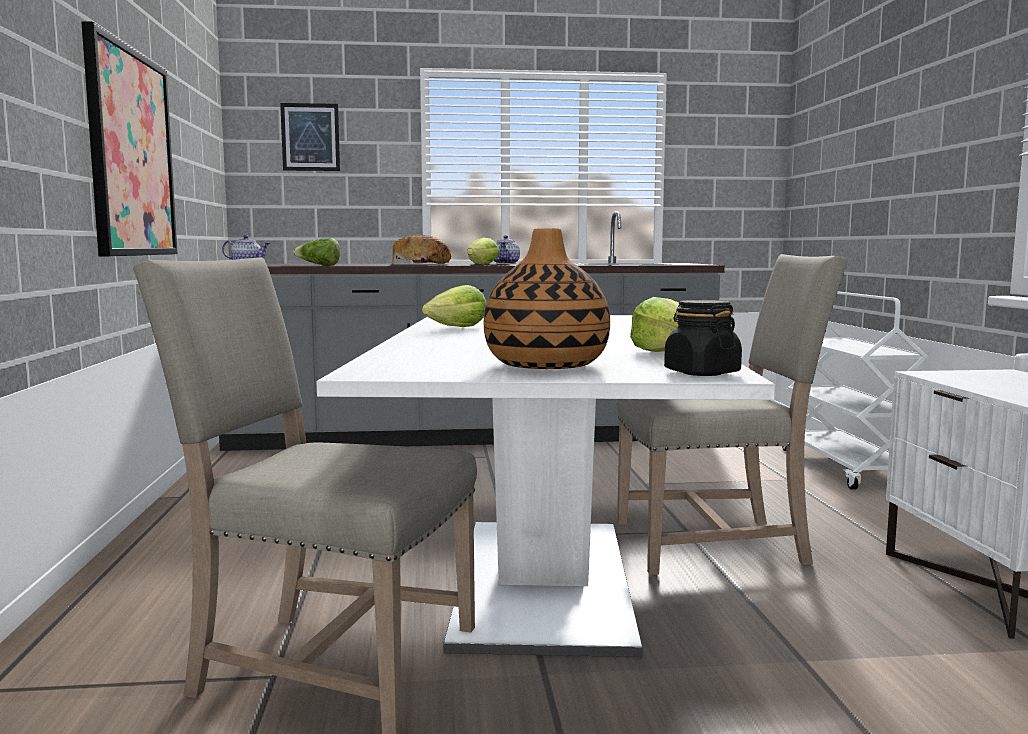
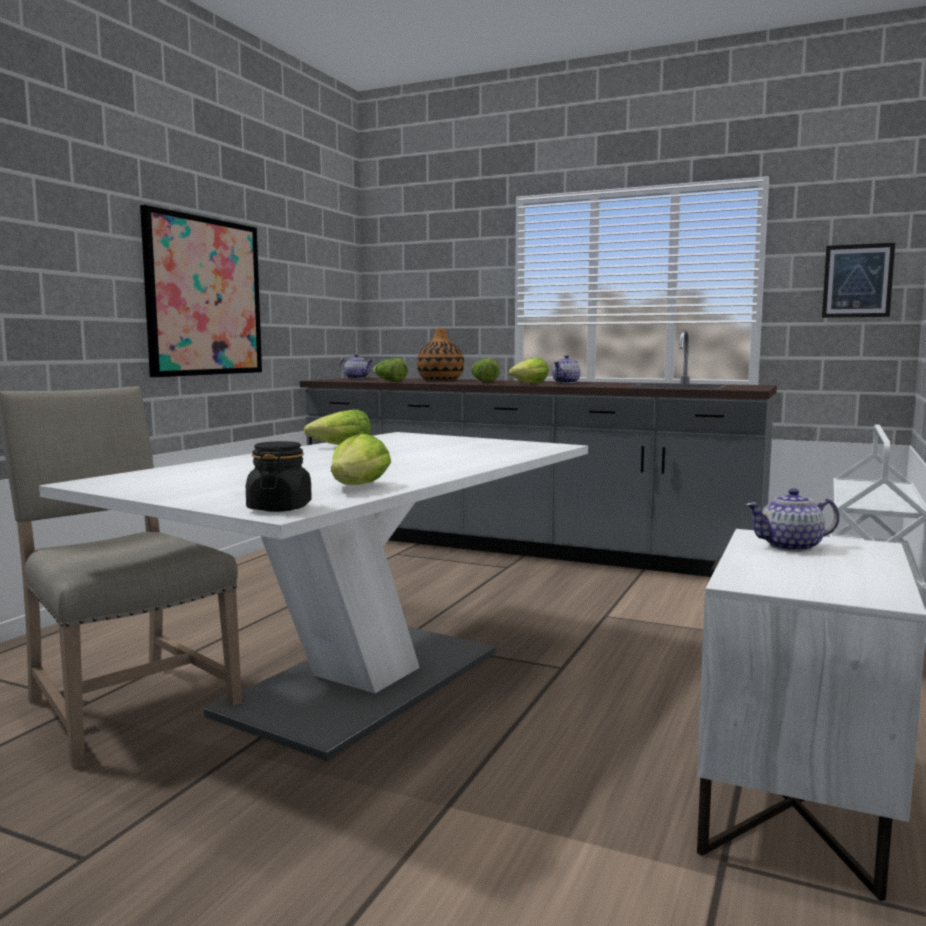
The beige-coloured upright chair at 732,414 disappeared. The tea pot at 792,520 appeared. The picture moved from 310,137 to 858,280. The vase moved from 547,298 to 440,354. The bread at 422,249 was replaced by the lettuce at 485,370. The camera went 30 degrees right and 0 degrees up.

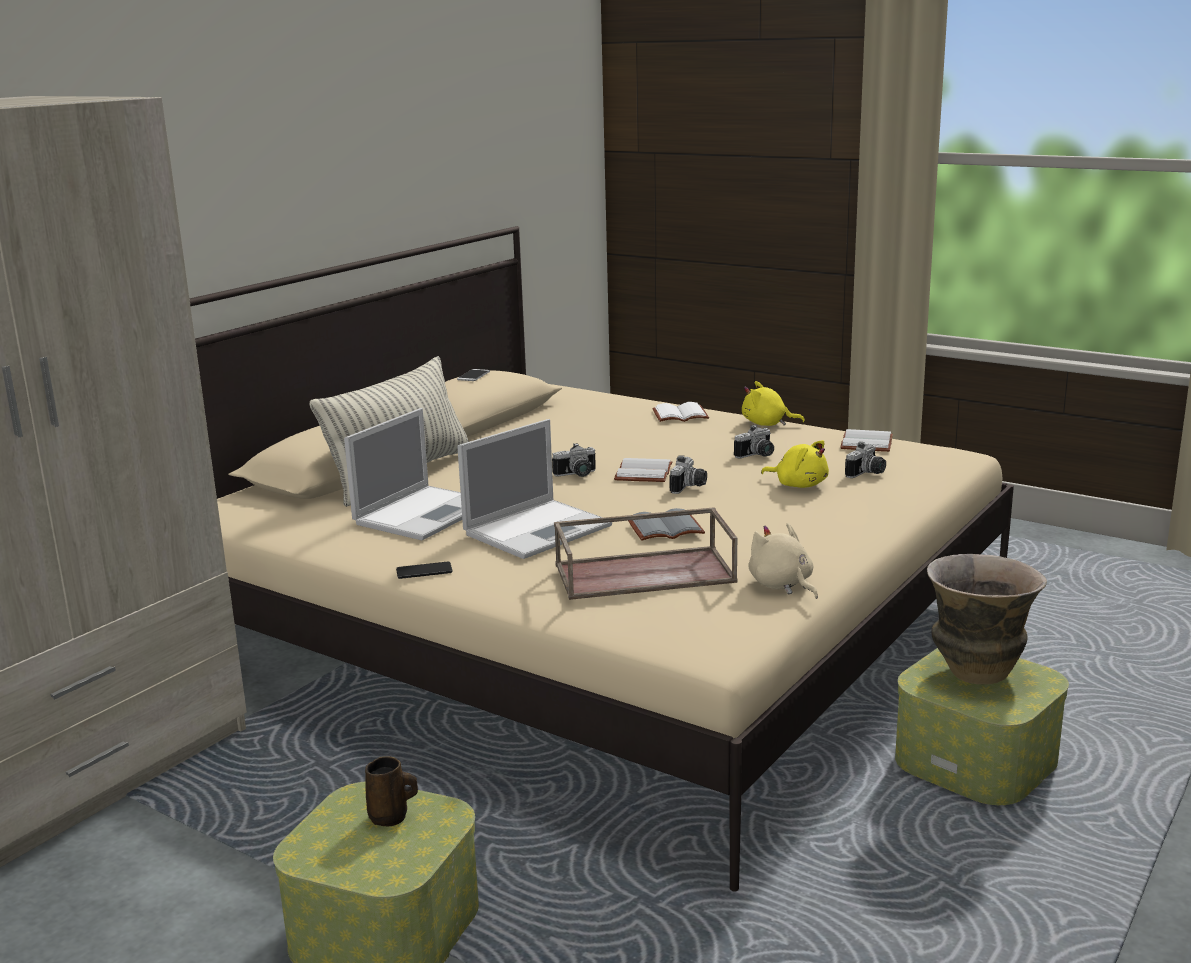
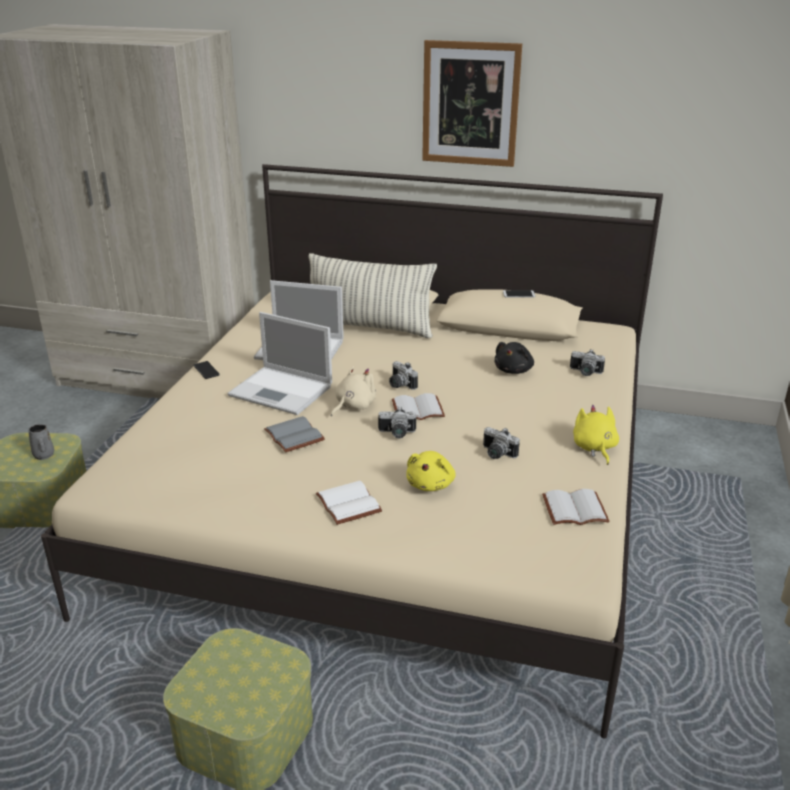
The brown carrying tray at 646,553 disappeared. The vase at 987,619 disappeared. The picture at 472,103 appeared. The black-coloured soft toy at 514,358 appeared. The whitish book moved from 680,412 to 349,503. The beige-coloured soft toy moved from 783,561 to 353,391. The photo camera moved from 865,460 to 587,362. The brown tea mug at 391,791 became the gray tea mug at 41,442. The camera went 70 degrees right and 10 degrees up.

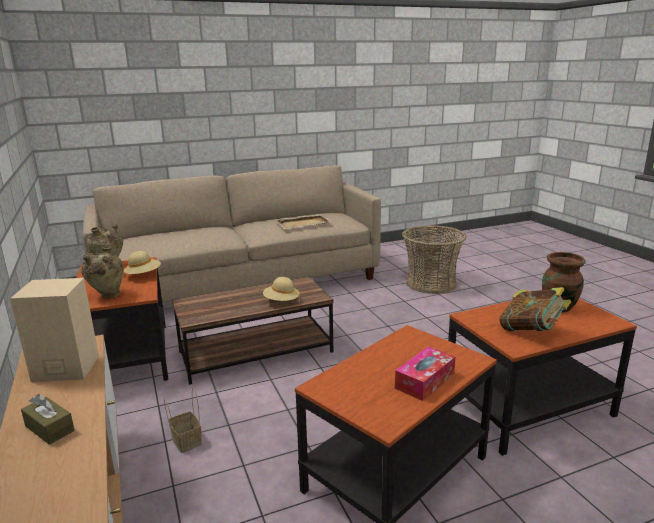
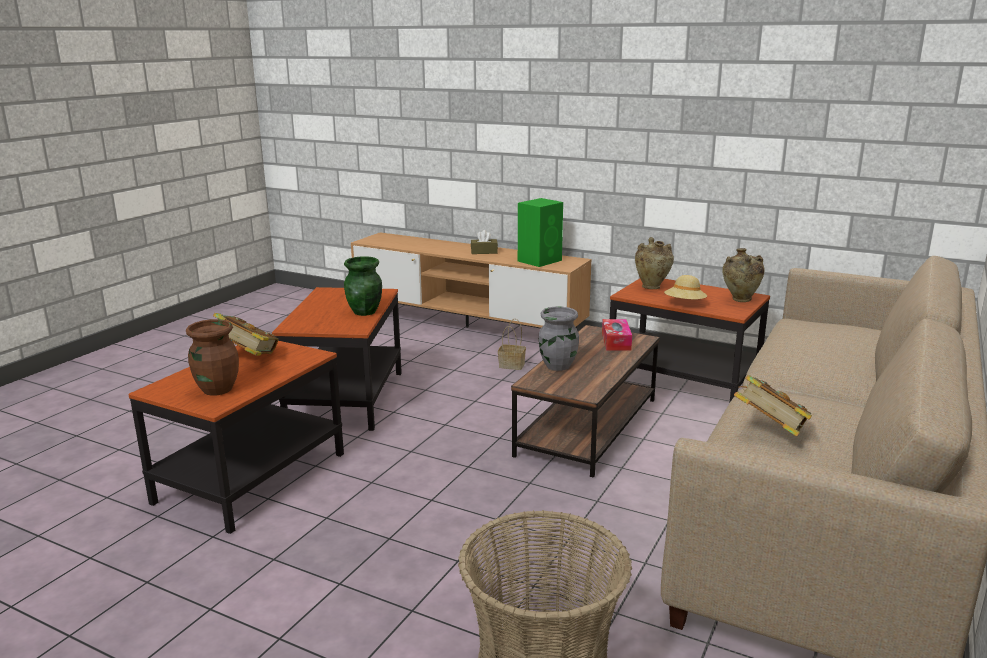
The green-coloured vase at 363,286 appeared. The box of tissues moved from 425,374 to 617,335. The beige-coloured hat at 281,290 was replaced by the gray vase at 559,339. The beige-coloured carrying tray at 303,221 was replaced by the book at 773,406. The beige-coloured loudspeaker at 54,330 became the green-coloured loudspeaker at 540,232. The camera went 140 degrees right and 0 degrees up.

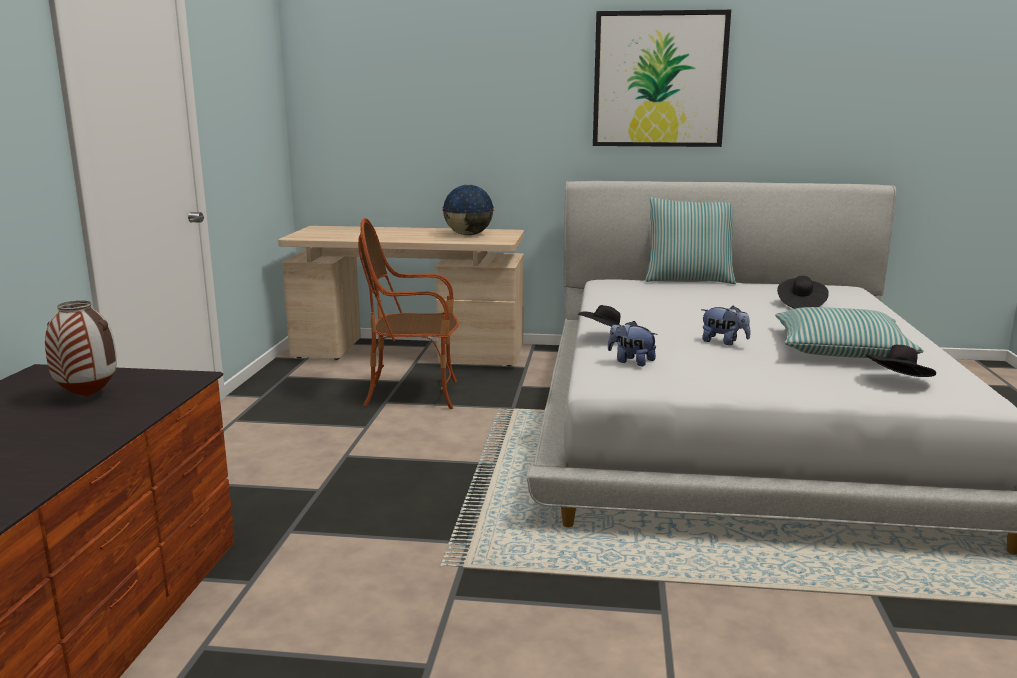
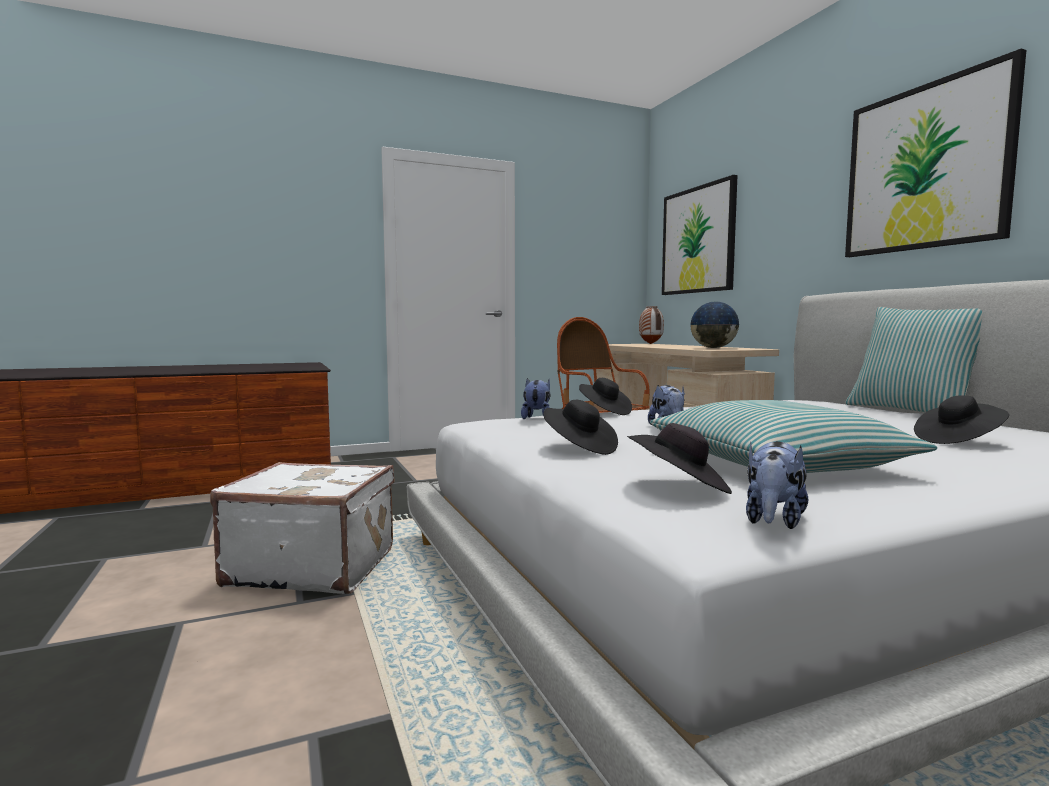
The whitish piece of luggage at 302,528 appeared. The black-coloured hat at 581,427 appeared. The picture at 700,235 appeared. The soft toy at 777,485 appeared. The vase moved from 81,349 to 651,325. The camera went 60 degrees right and 10 degrees down.

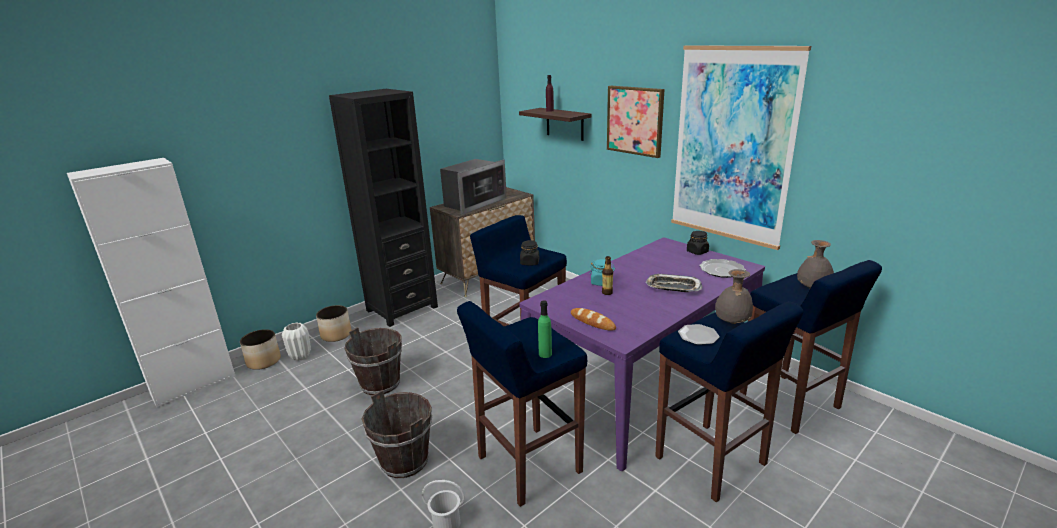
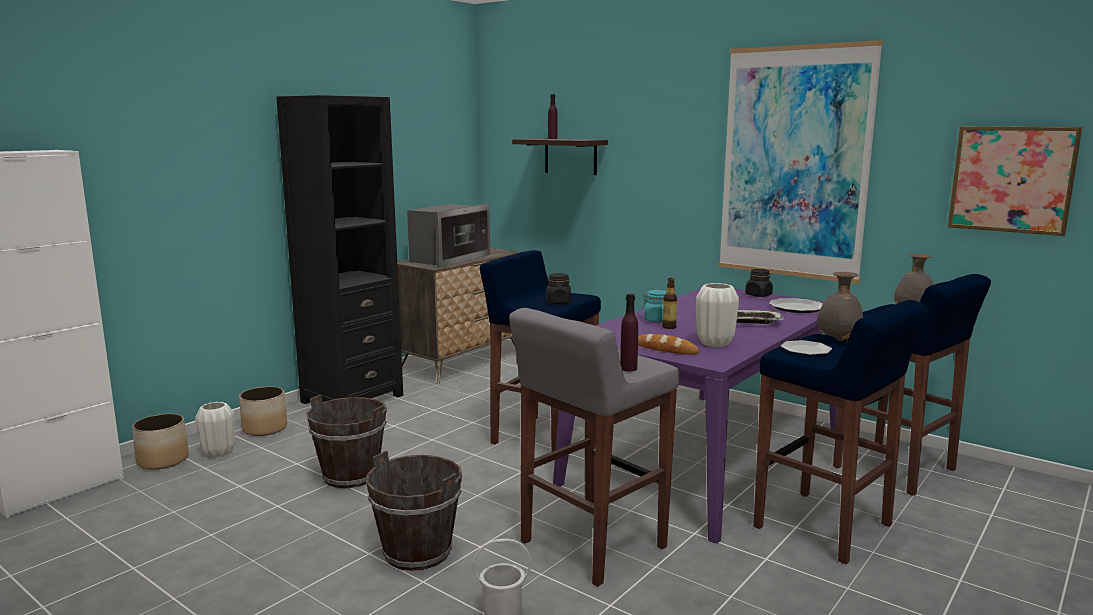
The whitish vase at 717,315 appeared. The picture moved from 635,122 to 1015,181. The blue stool seat at 522,404 became the gray stool seat at 594,447. The green-coloured bottle at 545,329 became the purple-coloured bottle at 629,333. The camera went 10 degrees left and 10 degrees down.

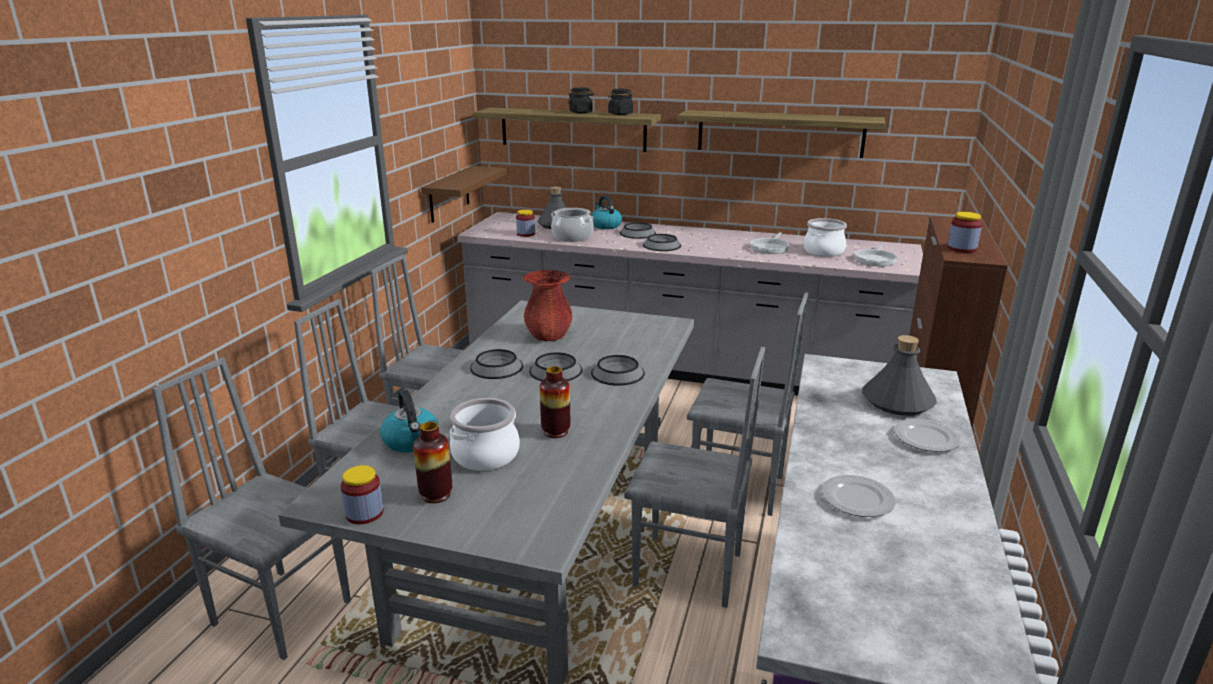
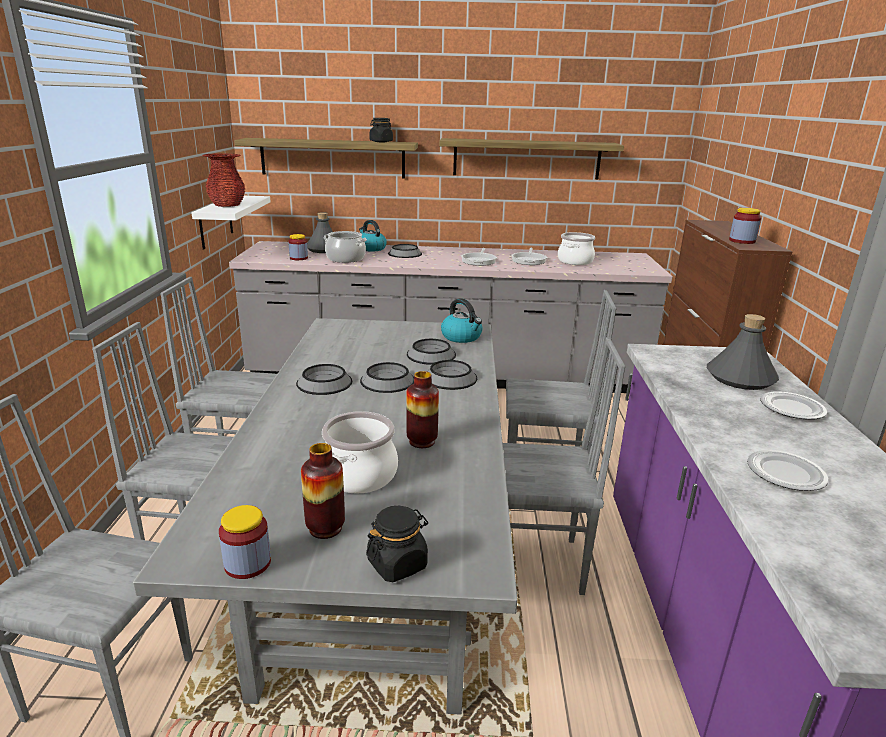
The tea kettle moved from 409,421 to 461,320. The reddish vase moved from 548,305 to 223,180. The black-coloured jar moved from 581,100 to 397,544. The serving bowl moved from 662,242 to 431,352. The frying pan moved from 876,254 to 479,257. The brown wall shelf at 464,194 became the whitish wall shelf at 231,222. The camera went 15 degrees left and 0 degrees up.

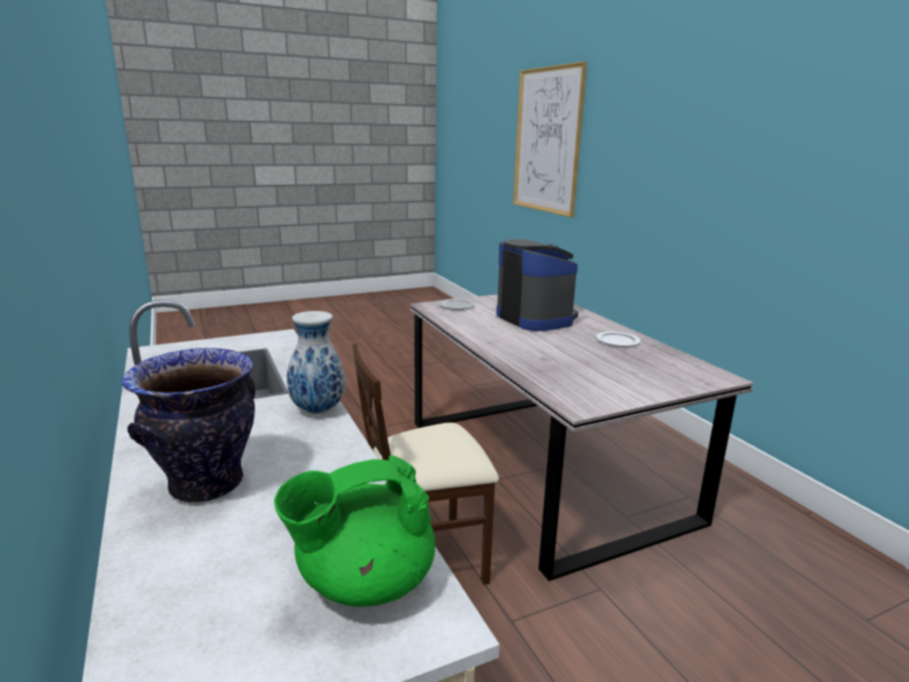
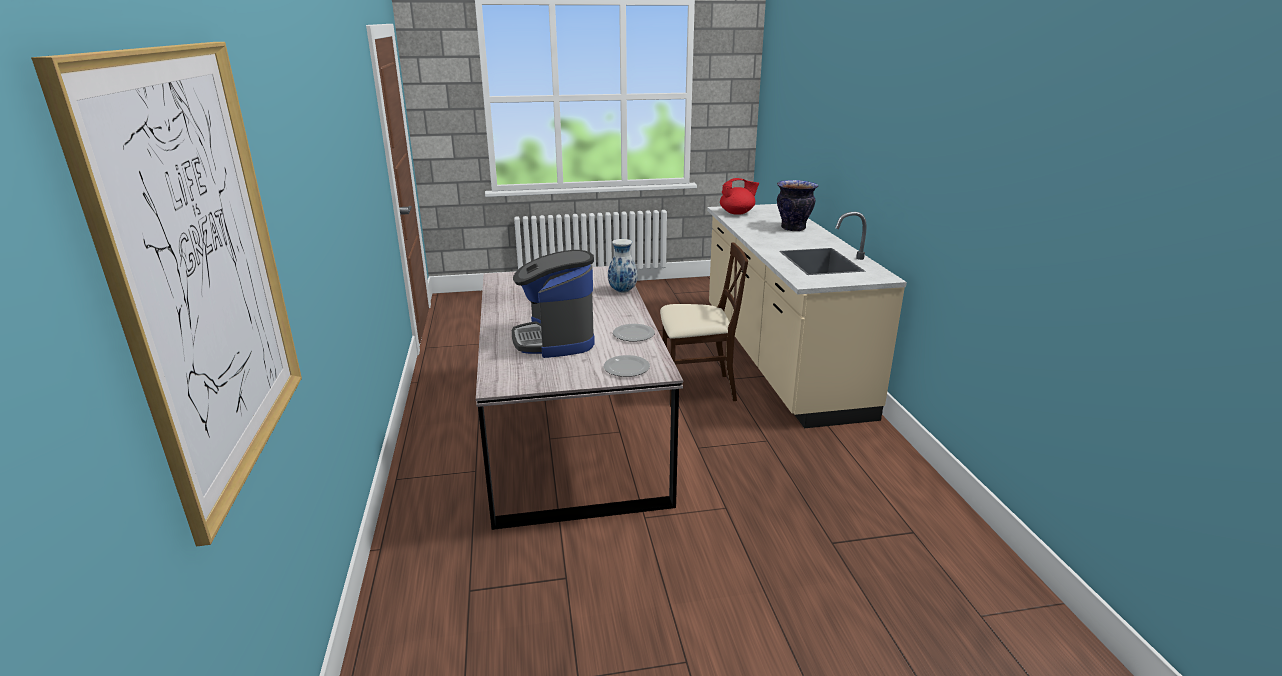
The vase moved from 316,362 to 622,266. The plate moved from 618,339 to 634,333. The green-coloured tea pot at 354,531 became the reddish tea pot at 739,196. The camera went 165 degrees left and 5 degrees up.

